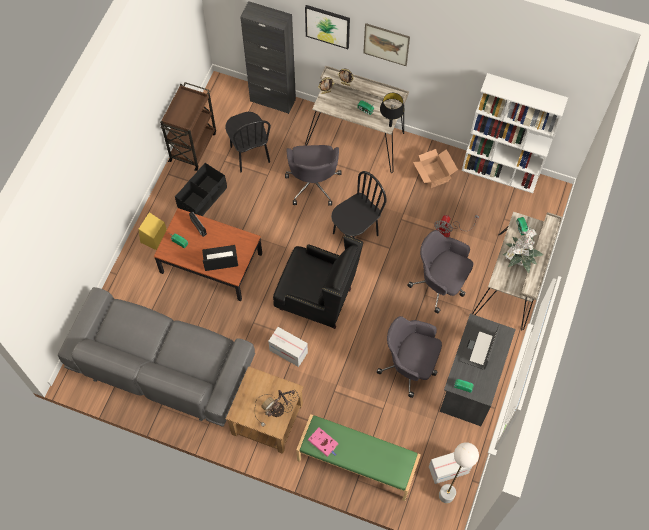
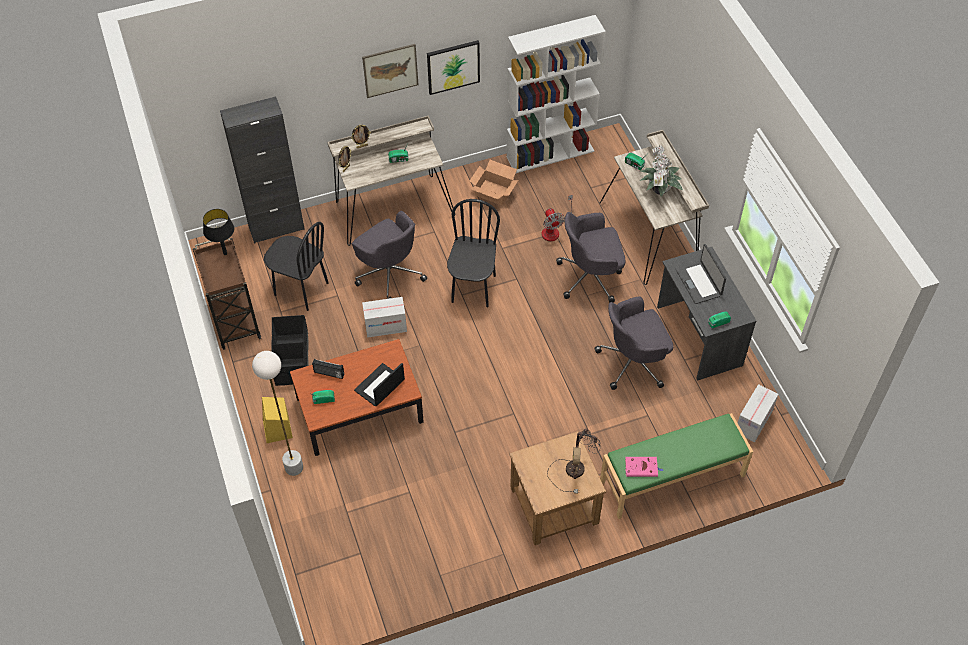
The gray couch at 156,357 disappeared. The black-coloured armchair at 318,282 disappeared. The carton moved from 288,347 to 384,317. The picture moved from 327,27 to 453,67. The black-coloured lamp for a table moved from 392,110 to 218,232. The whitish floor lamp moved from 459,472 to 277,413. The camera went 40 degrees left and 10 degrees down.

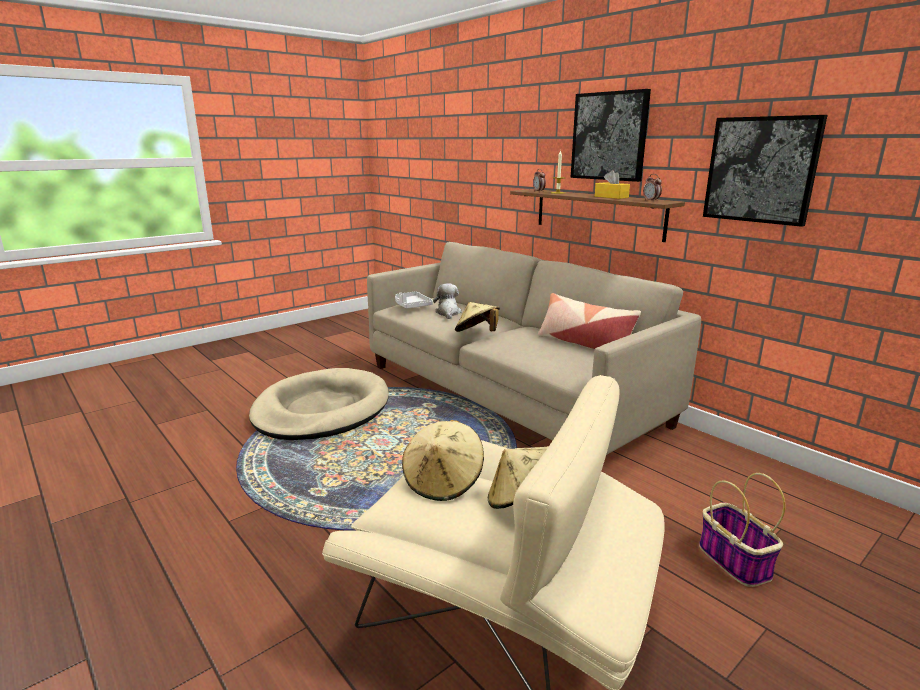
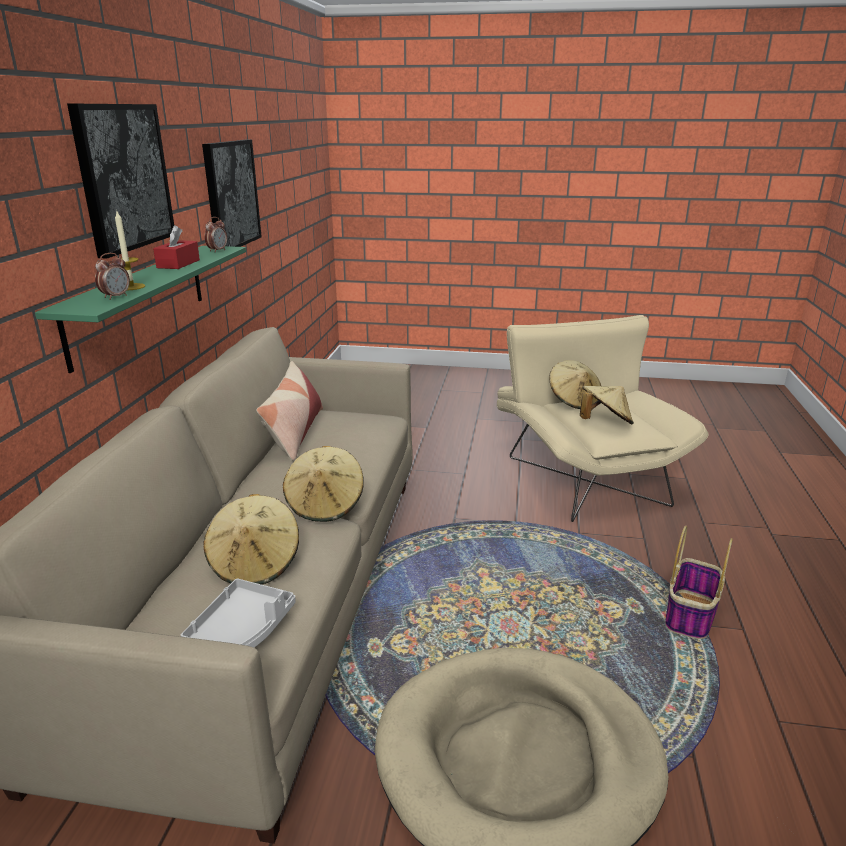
The basket moved from 742,530 to 699,582. The soft toy at 447,301 was replaced by the beige-coloured hat at 251,539. The brown wall shelf at 597,215 became the green-coloured wall shelf at 140,309. The yellowish box of tissues at 612,184 became the reddish box of tissues at 176,247. The camera went 130 degrees left and 5 degrees up.

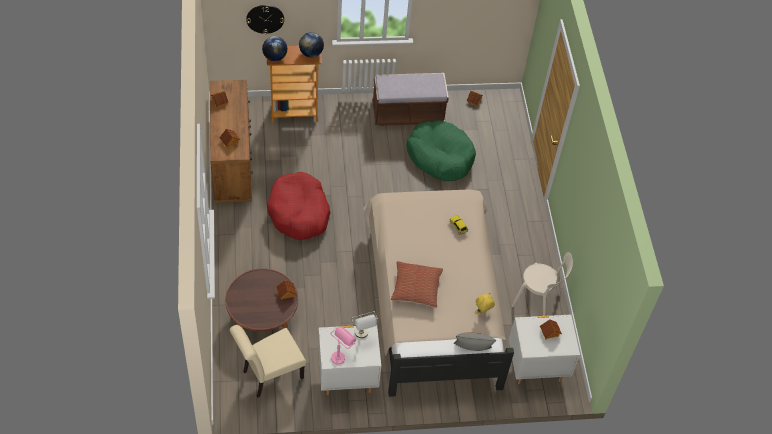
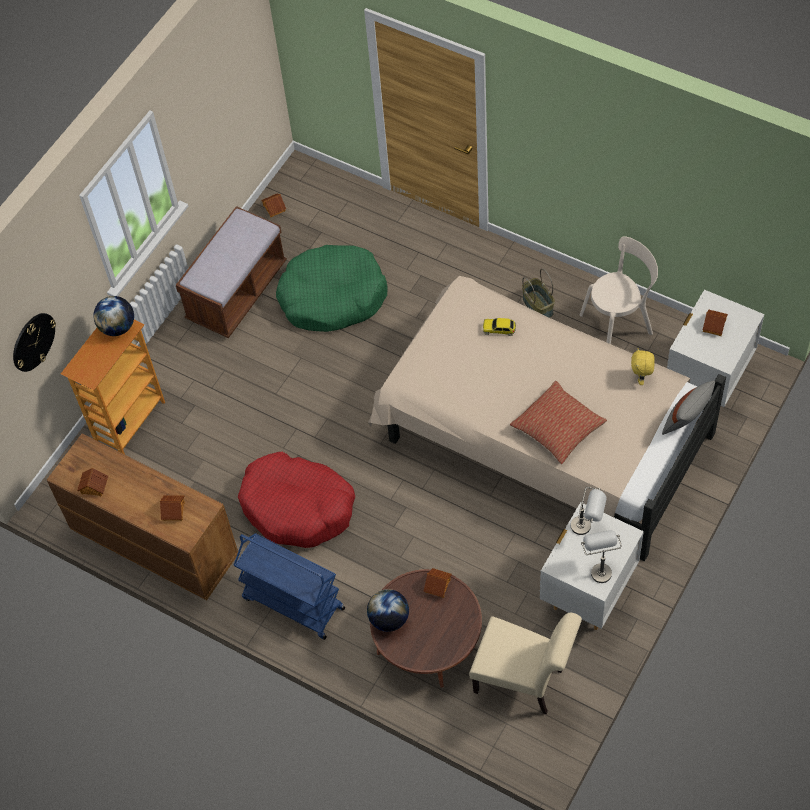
The blue wheeled cart at 289,587 appeared. The basket at 538,293 appeared. The world globe moved from 274,48 to 388,610. The pink-coloured lamp for a table at 343,346 became the gray lamp for a table at 601,556. The beige-coloured upright chair at 268,361 turned 75 degrees counterclockwise. The camera went 45 degrees left and 5 degrees up.

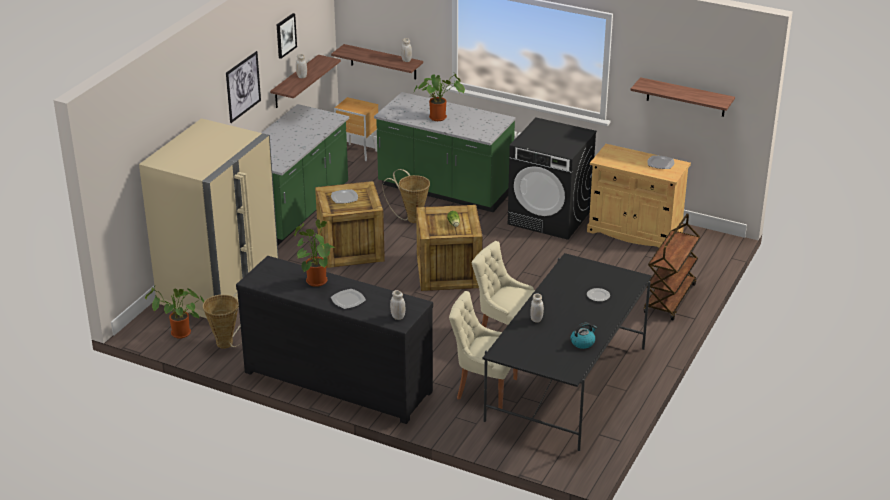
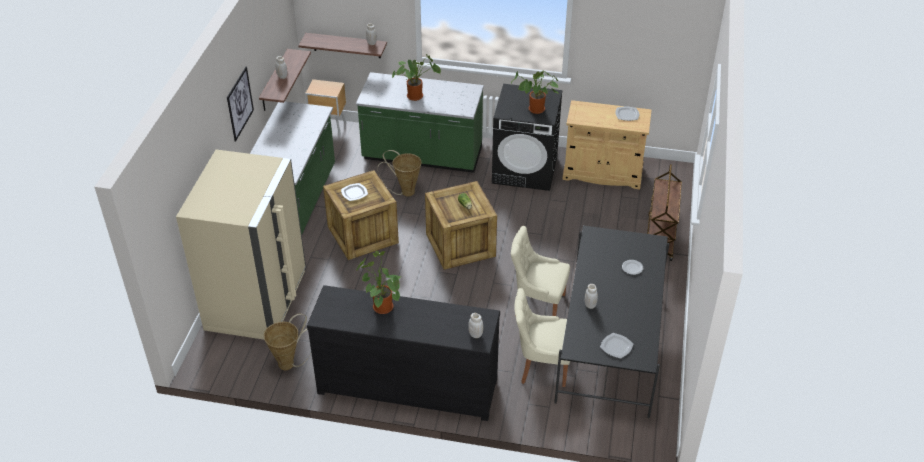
The picture at 287,36 disappeared. The tea kettle at 584,336 disappeared. The wall shelf at 682,97 disappeared. The houseplant moved from 174,312 to 535,92. The plate moved from 348,299 to 616,346. The camera went 15 degrees left and 10 degrees up.

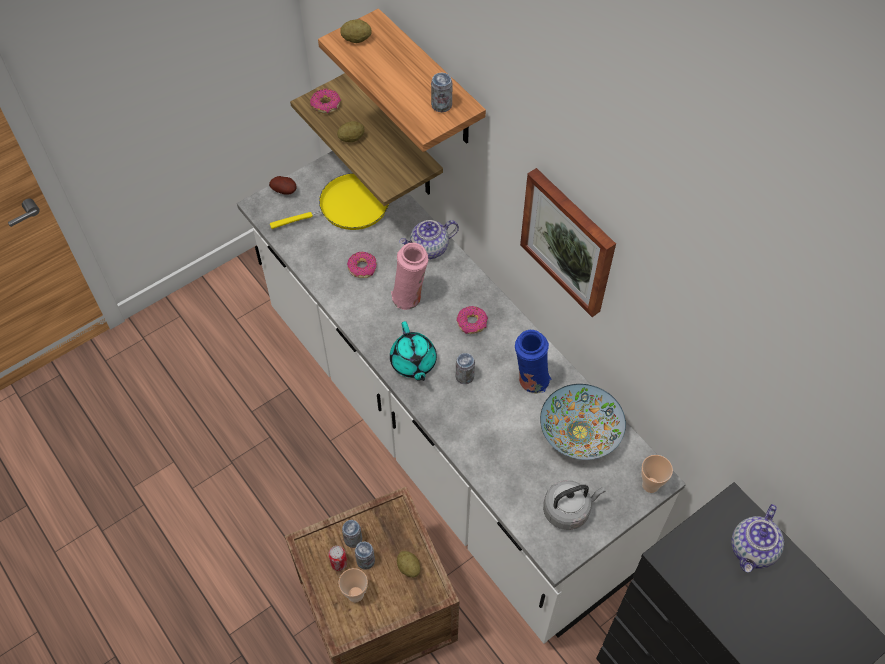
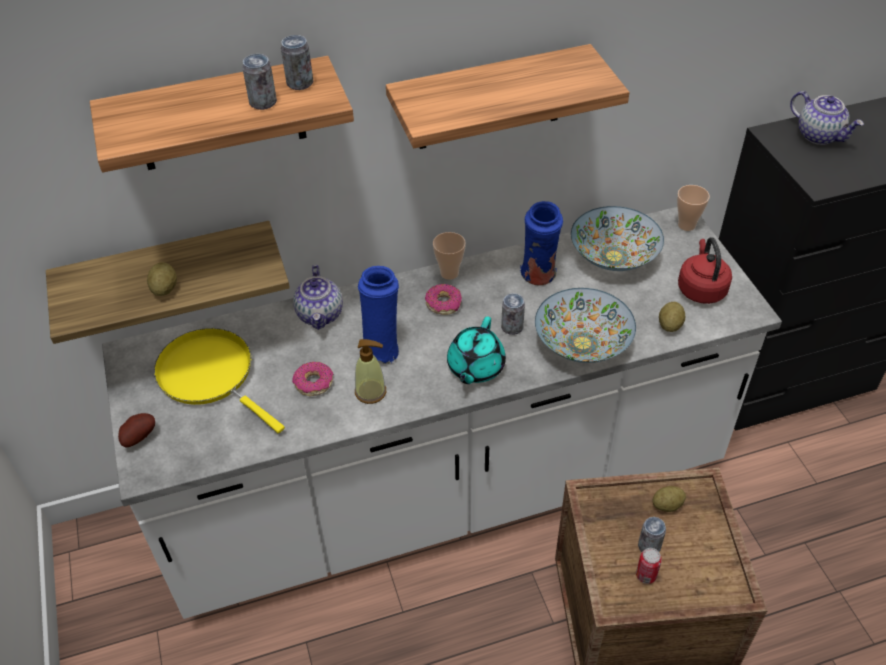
The ring doughnut at 325,101 disappeared. The soap dispenser at 370,371 appeared. The serving bowl at 585,325 appeared. The small cup moved from 353,585 to 449,256. The whole potato moved from 356,31 to 672,317. The sealed can moved from 352,534 to 259,82. The picture at 568,242 was replaced by the wall shelf at 508,96. The pink-coloured vase at 409,276 became the blue vase at 378,315. The gray tea kettle at 574,505 became the reddish tea kettle at 705,270. The yellowish frying pan at 329,201 turned 45 degrees counterclockwise. The turquoise-coloured tea pot at 413,351 turned 105 degrees clockwise. The camera went 70 degrees left and 10 degrees down.

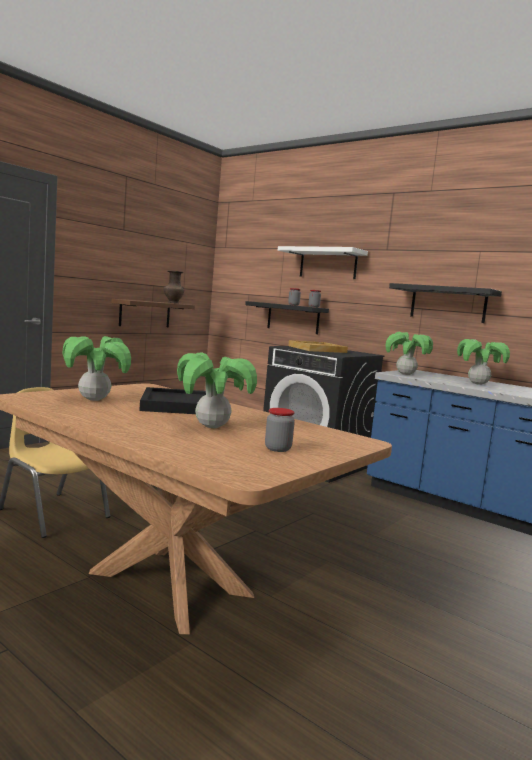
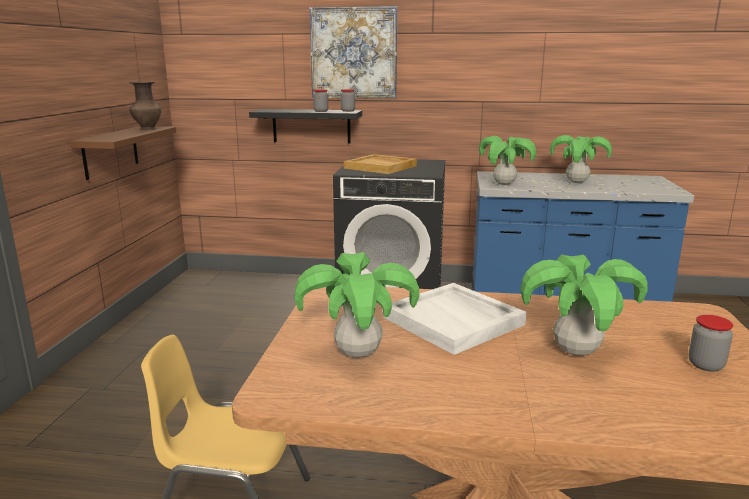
The black-coloured wall shelf at 445,303 disappeared. The whitish wall shelf at 323,262 was replaced by the picture at 353,52. The black-coloured carrying tray at 172,400 became the whitish carrying tray at 455,319. The camera went 30 degrees left and 10 degrees up.

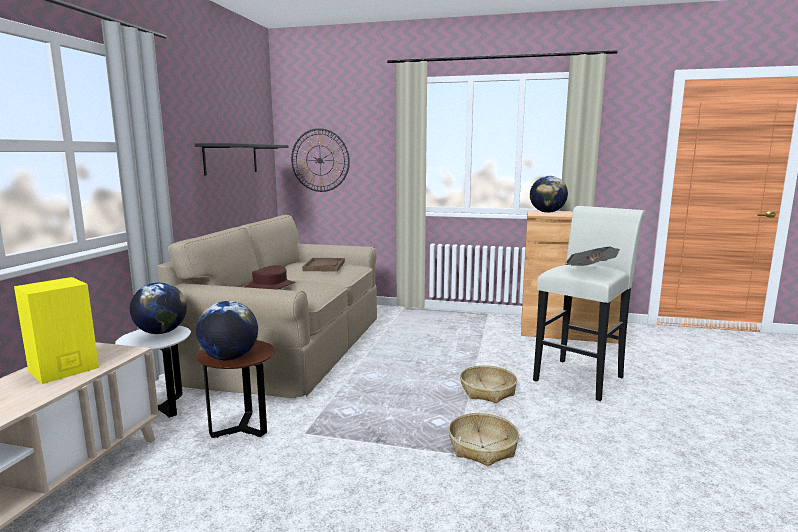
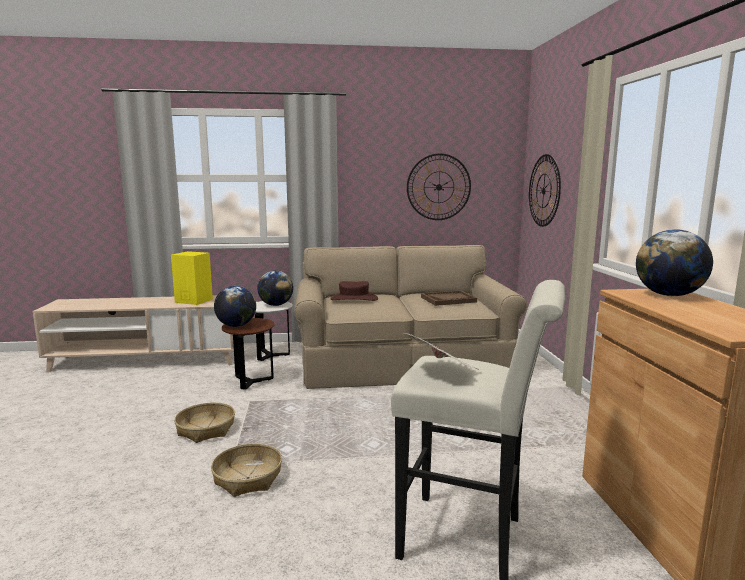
The basket moved from 488,384 to 204,423. The black-coloured wall shelf at 241,159 was replaced by the wall clock at 439,186. The camera went 70 degrees right and 0 degrees up.

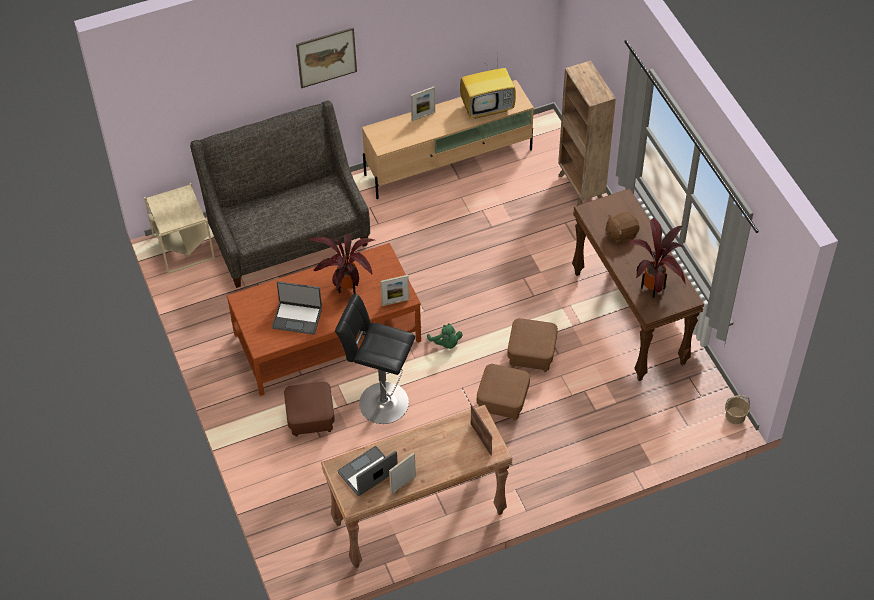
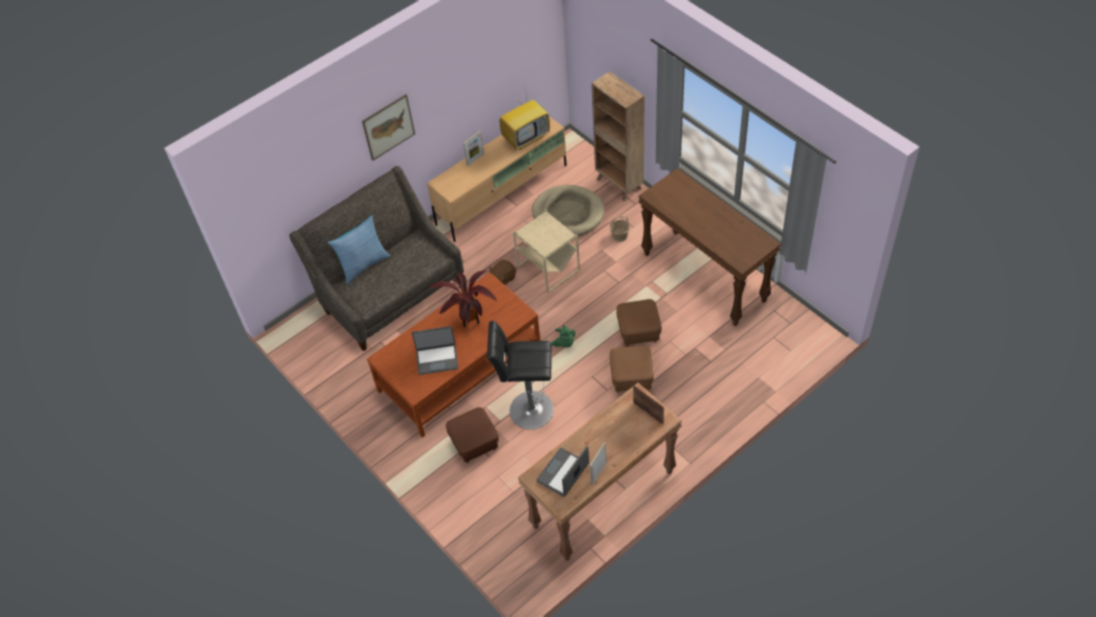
The photo frame at 394,290 disappeared. The houseplant at 656,258 disappeared. The cushion at 359,249 appeared. The beige-coloured dog cushion at 568,210 appeared. The beige-coloured end table moved from 179,228 to 546,251. The brown soft toy moved from 622,227 to 502,273. The basket moved from 737,410 to 620,229. The camera went 15 degrees left and 0 degrees up.

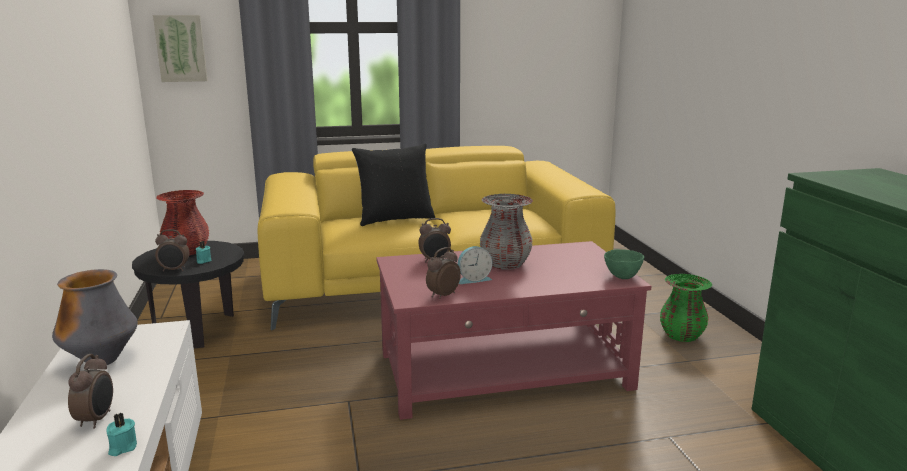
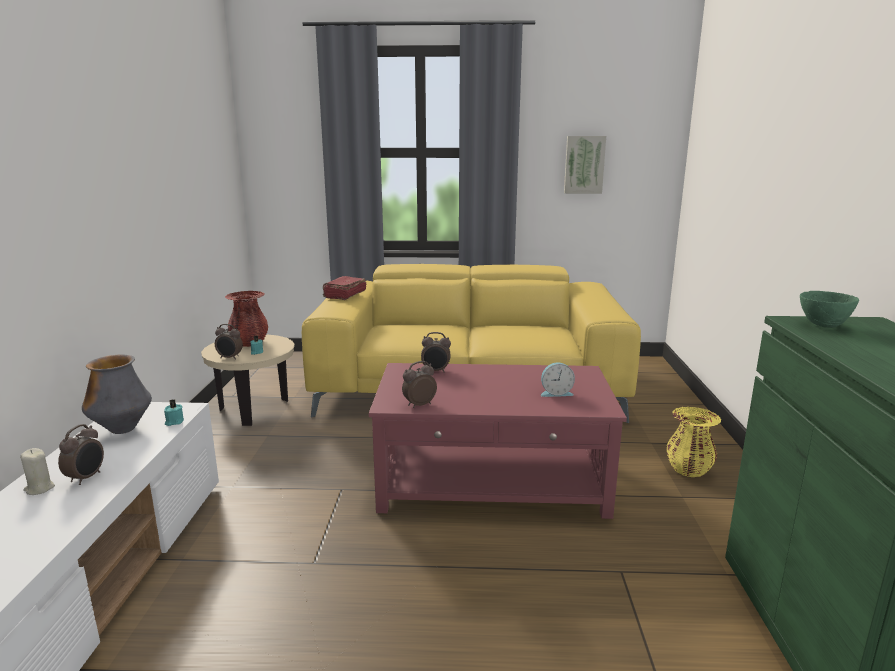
The black-coloured cushion at 393,185 disappeared. The gray vase at 506,231 disappeared. The beige-coloured wax light at 37,471 appeared. The reddish book at 344,288 appeared. The turquoise-coloured wax light moved from 121,434 to 174,413. The picture moved from 180,48 to 585,165. The alarm clock moved from 475,265 to 558,379. The green-coloured serving bowl moved from 624,264 to 829,309. The black-coloured end table at 188,294 became the beige-coloured end table at 248,380. The green-coloured vase at 686,308 became the yellowish vase at 693,442. The camera went 15 degrees right and 0 degrees up.

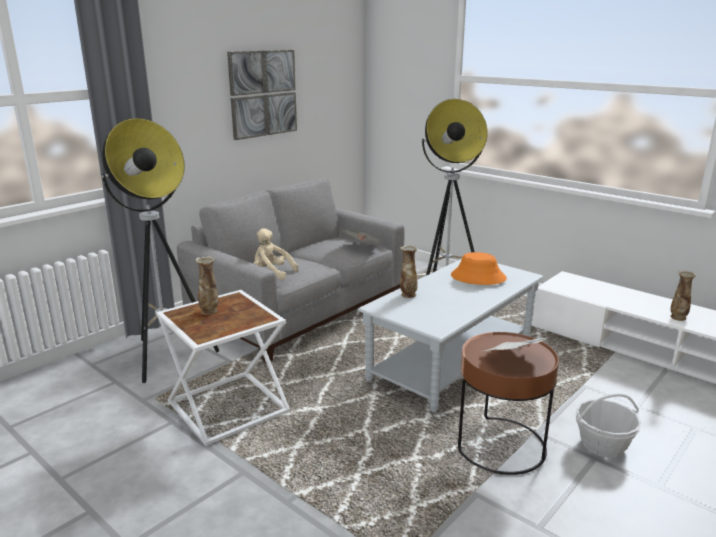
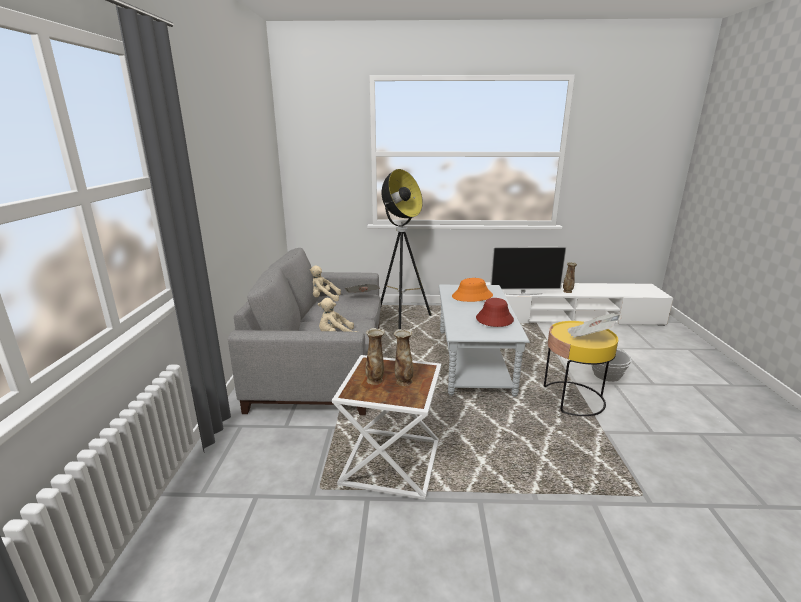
The floor lamp at 160,250 disappeared. The picture at 262,95 disappeared. The beige-coloured soft toy at 325,284 appeared. The reddish hat at 495,312 appeared. The TV at 528,271 appeared. The vase moved from 409,271 to 404,357. The brown end table at 508,403 became the yellowish end table at 581,368. The camera went 40 degrees left and 0 degrees up.

